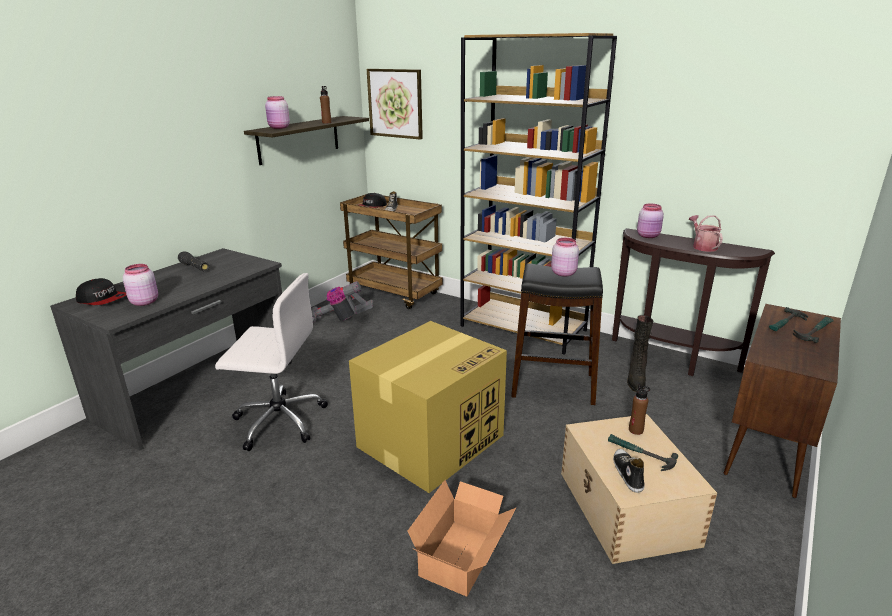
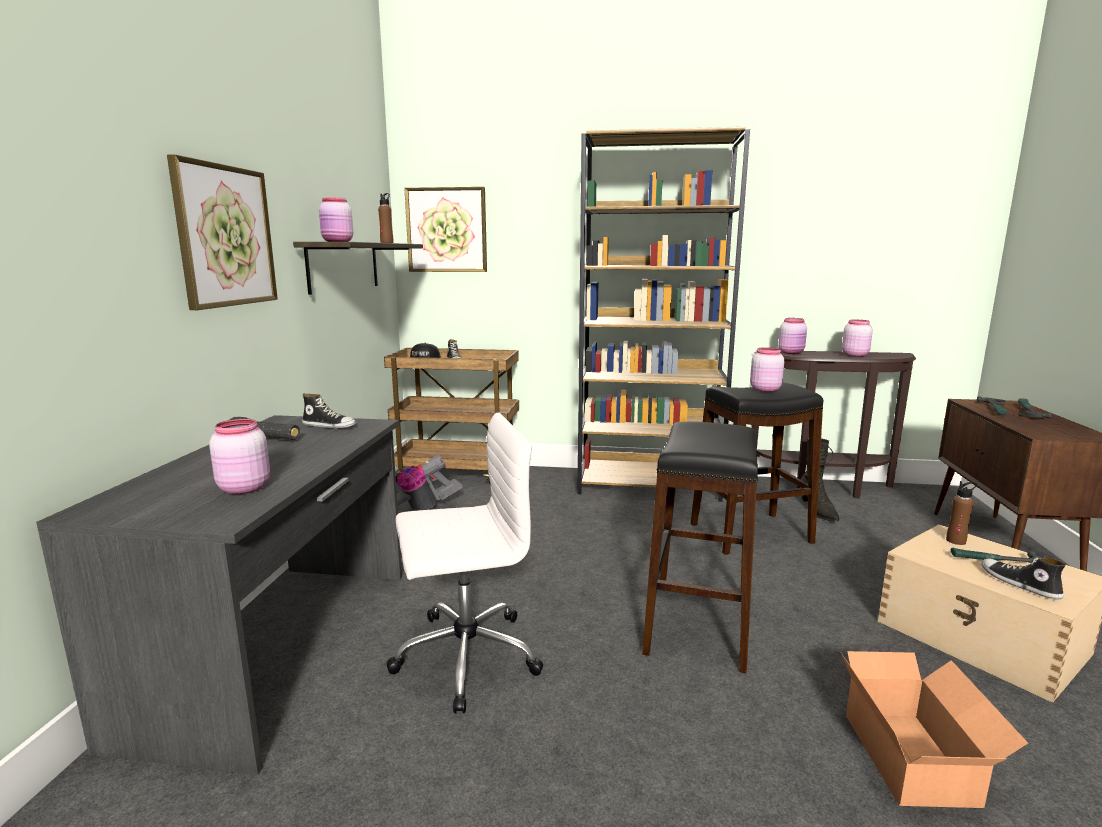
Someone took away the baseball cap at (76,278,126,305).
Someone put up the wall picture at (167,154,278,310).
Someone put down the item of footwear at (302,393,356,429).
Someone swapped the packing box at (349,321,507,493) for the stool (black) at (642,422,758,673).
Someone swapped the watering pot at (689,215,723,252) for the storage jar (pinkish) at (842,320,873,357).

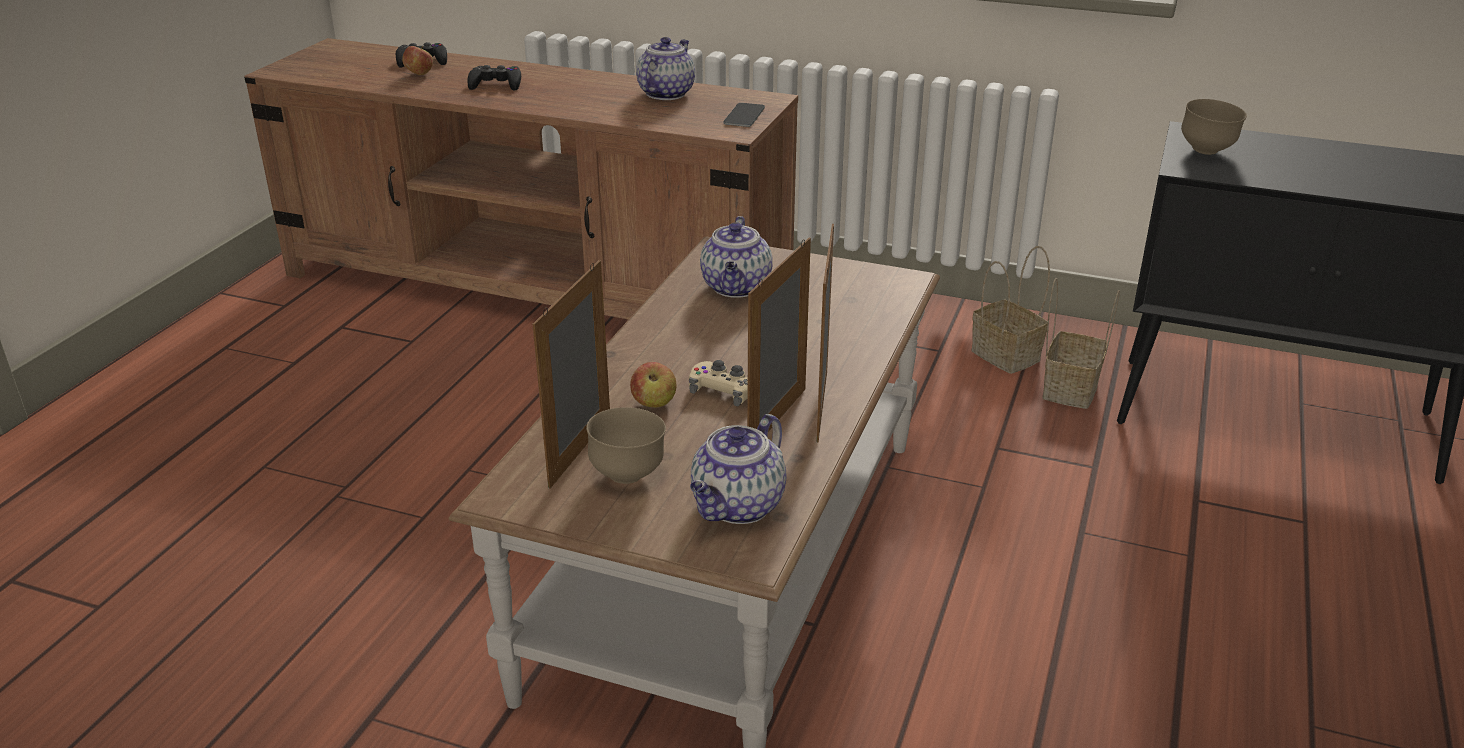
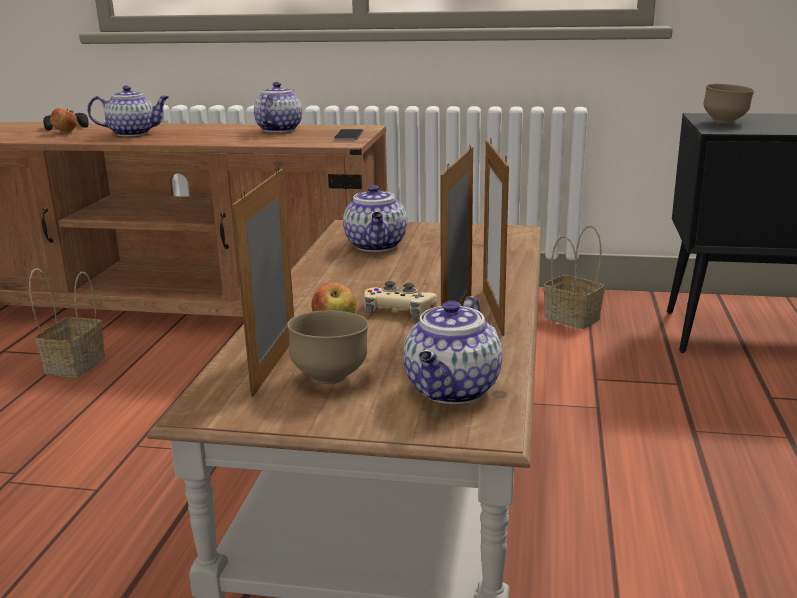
Someone carried the storage basket from (1042,278,1120,409) to (29,268,105,377).
Someone swapped the game controller (black) at (467,65,521,90) for the teapot at (87,86,169,136).

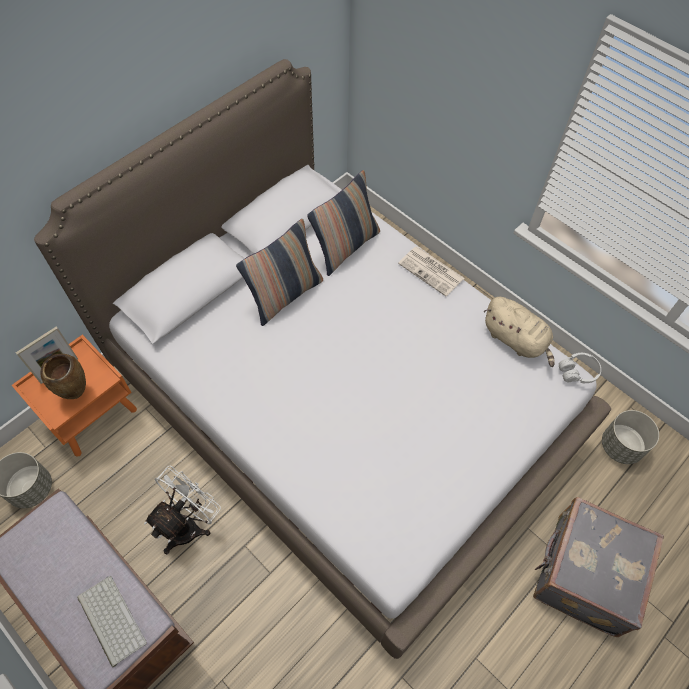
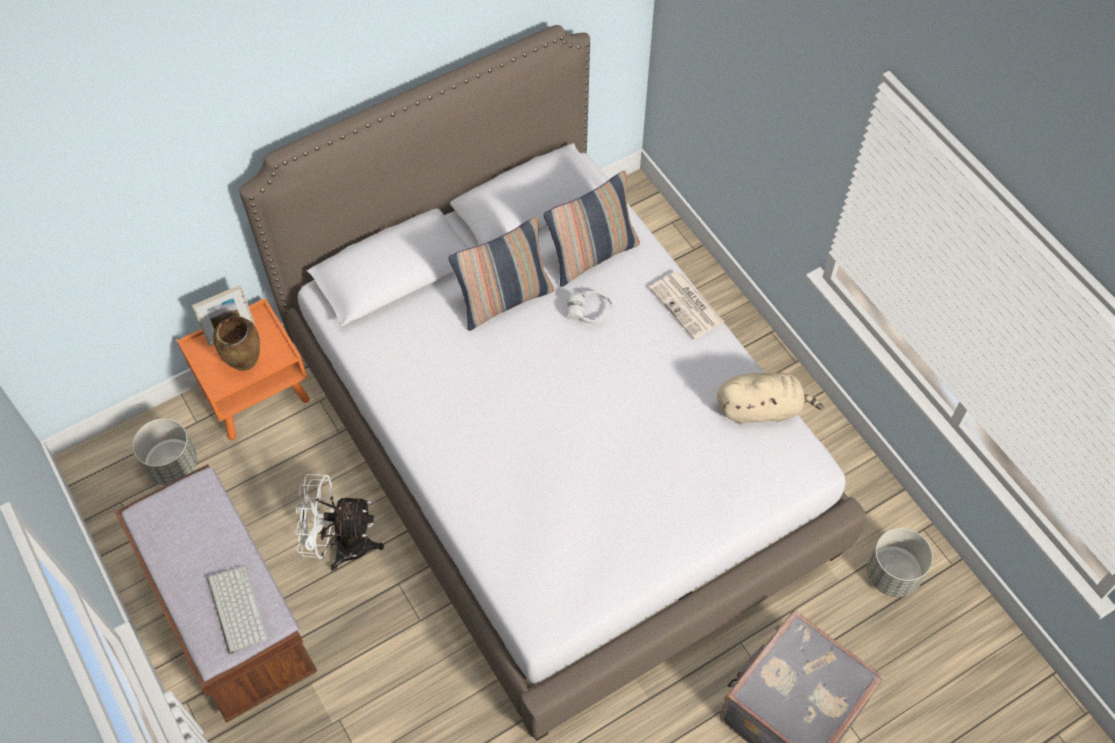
Someone carried the headset (white-coloured) from (559,353,601,383) to (567,291,612,324).
Someone rotated the fan (white-coloured) at (144,465,221,554) by 135 degrees counterclockwise.
Someone rotated the soft toy (sand-coloured) at (484,297,555,367) by 60 degrees counterclockwise.

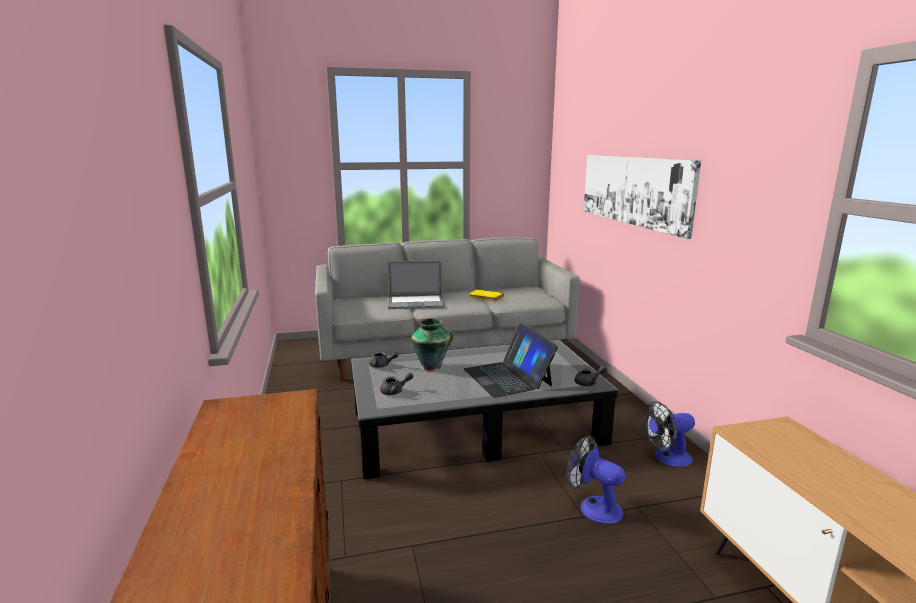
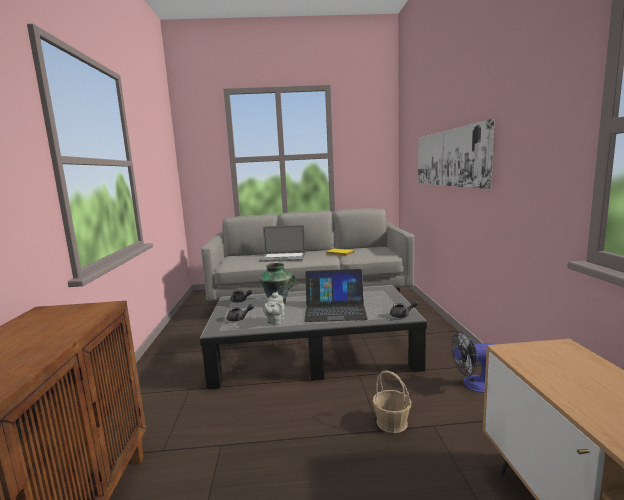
Someone put down the teapot (grey) at (263,291,285,325).
Someone swapped the fan at (567,436,626,524) for the storage basket at (372,370,411,433).
Someone rotated the laptop at (464,324,558,398) by 75 degrees counterclockwise.

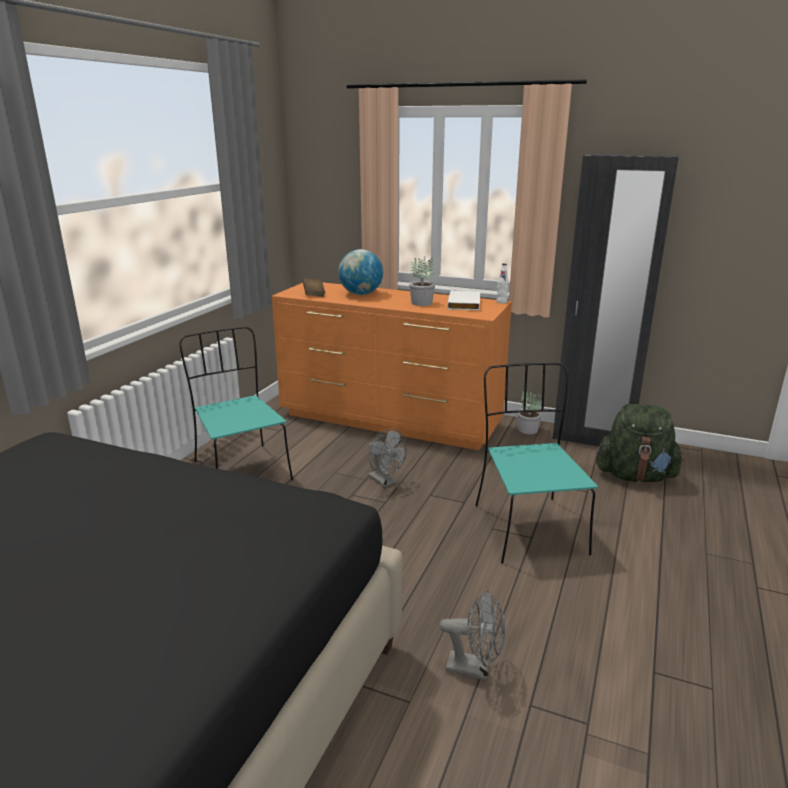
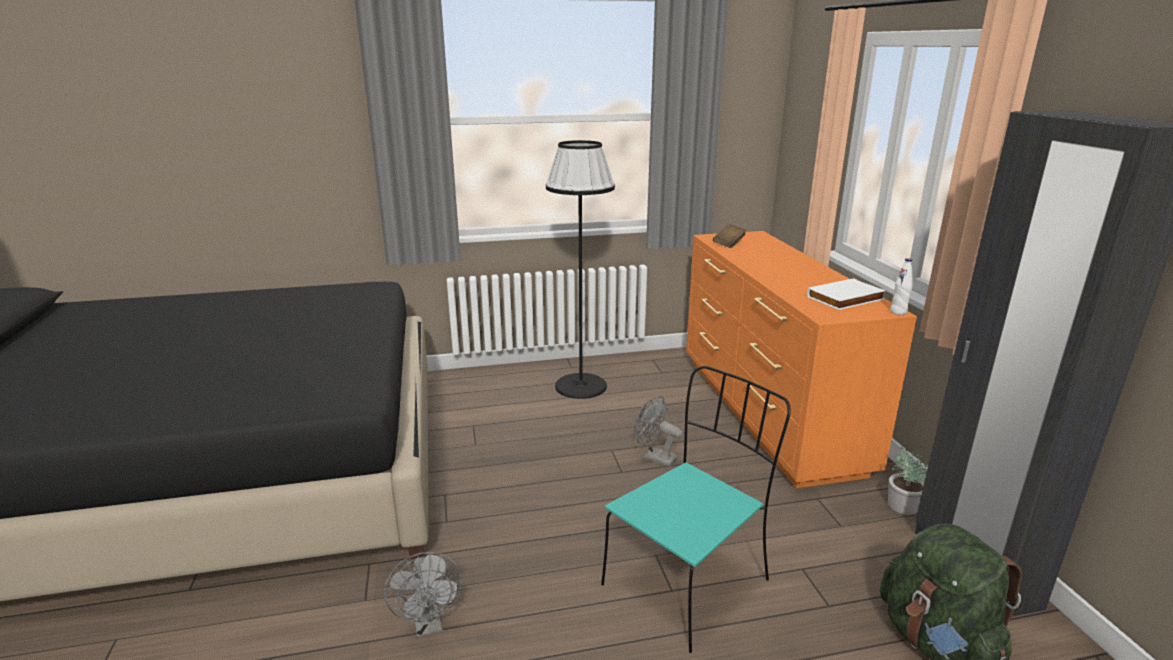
Someone took away the desk globe at (339,249,383,295).
Someone took away the houseplant at (409,256,435,306).
Someone swapped the chair (turquoise) at (179,327,293,480) for the floor lamp (black) at (546,140,615,399).
Someone rotated the fan (grey) at (368,429,407,487) by 105 degrees clockwise.

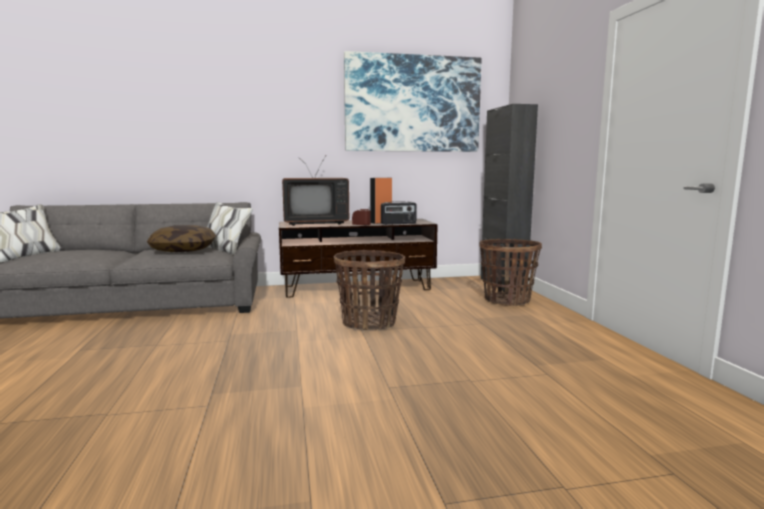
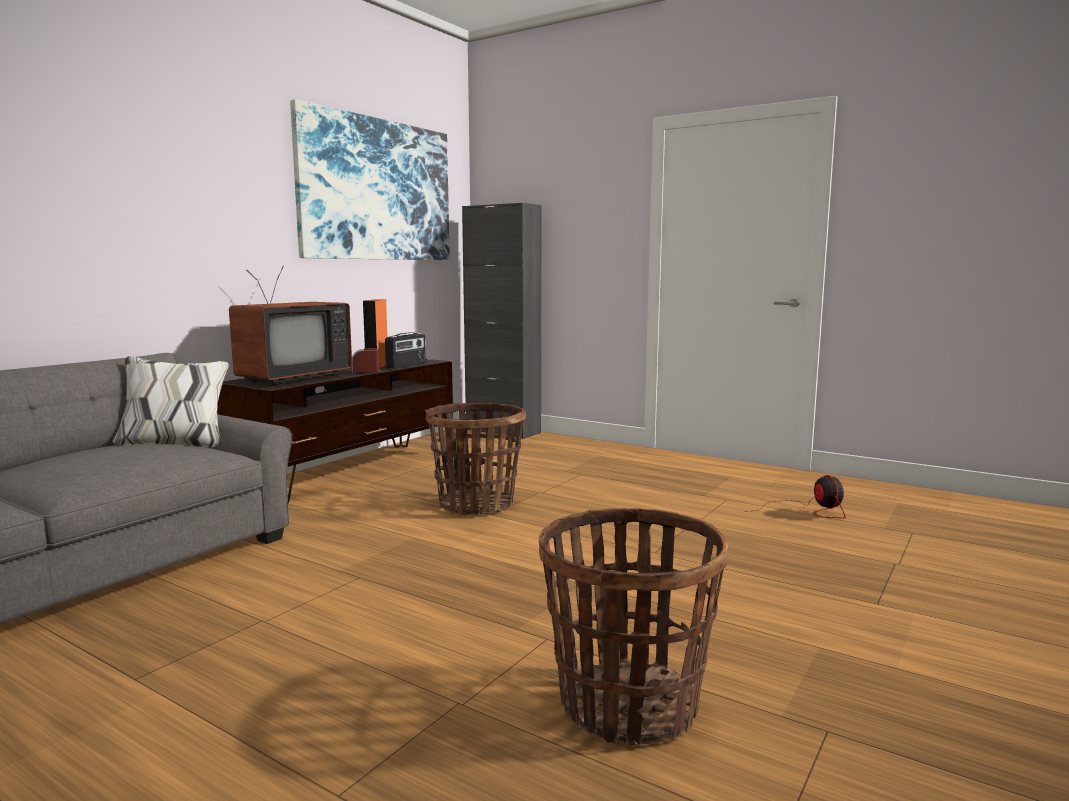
Someone took away the throw pillow at (147,225,216,252).
Someone put down the fan at (755,475,846,518).
Someone carried the storage basket from (479,239,542,306) to (539,508,728,745).

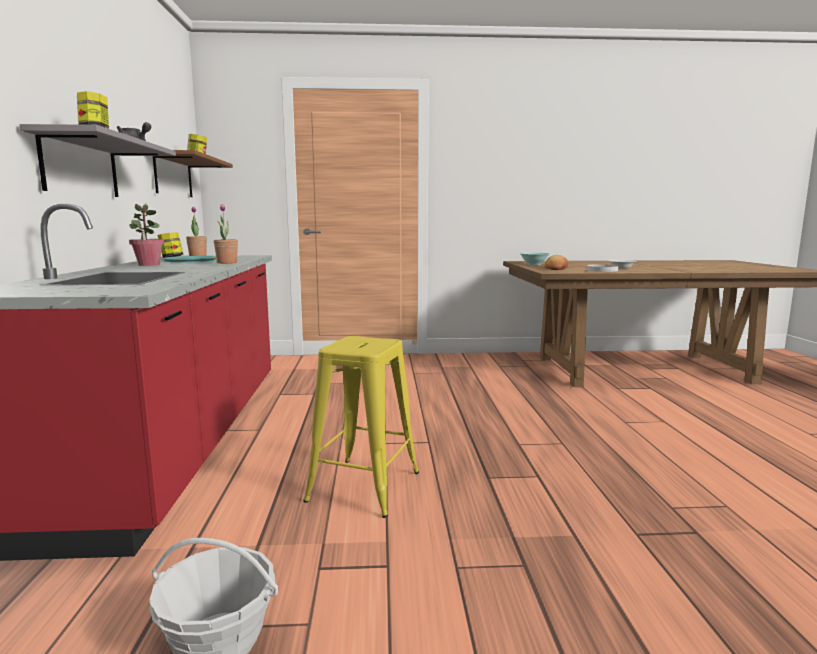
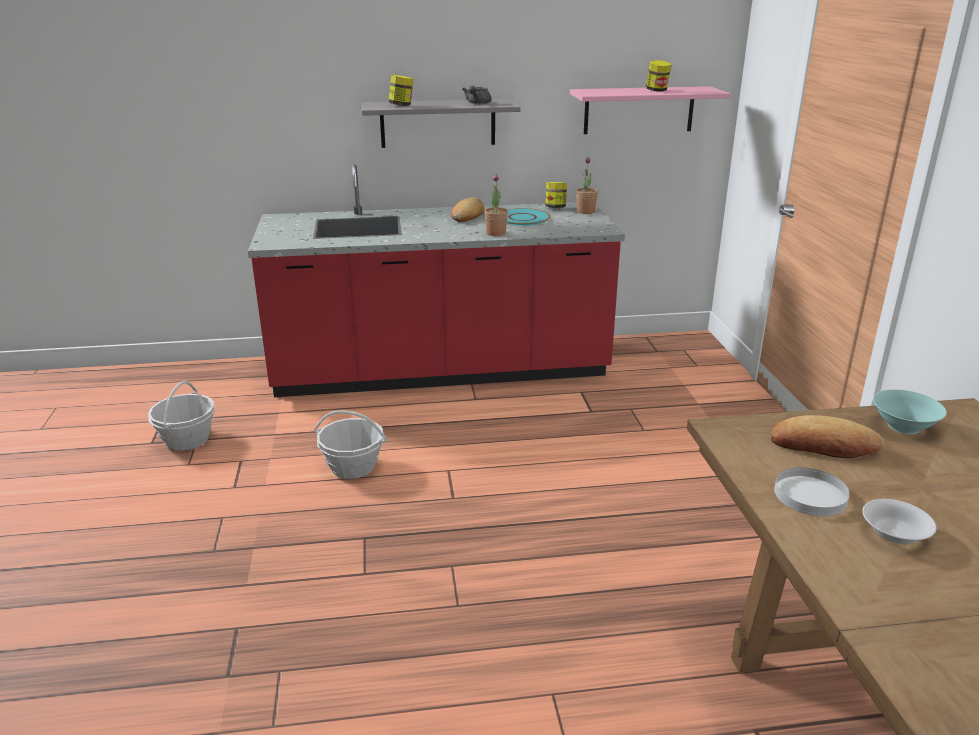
Someone swapped the houseplant at (129,204,165,266) for the baked bread at (451,198,484,222).
Someone swapped the stool (yellow) at (303,336,419,518) for the storage basket at (314,410,387,479).
Someone repainted the wall shelf (brown-coloured) at (153,150,233,197), which became the wall shelf (pinkish) at (570,86,731,134).

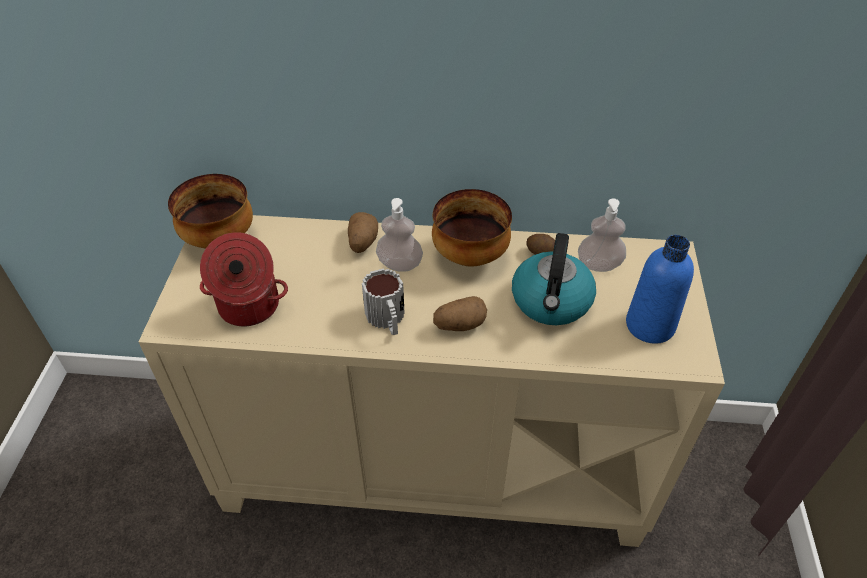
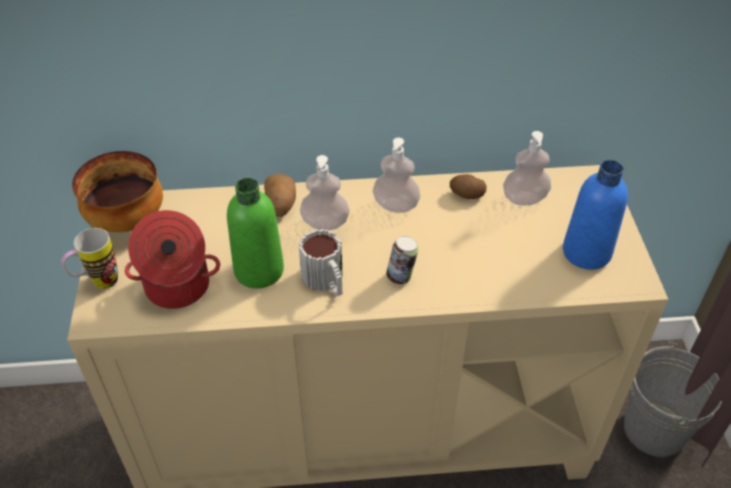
Someone took away the kettle at (512,233,596,325).
Someone put down the coffee mug at (61,228,118,289).
Someone put down the drink bottle (green-coloured) at (227,178,284,288).
Someone put down the water bucket (grey) at (624,341,722,457).
Someone swapped the deep dish at (432,189,512,267) for the liquid soap bottle at (373,138,421,213).
Someone swapped the whole potato at (433,296,487,331) for the can at (386,236,418,284).

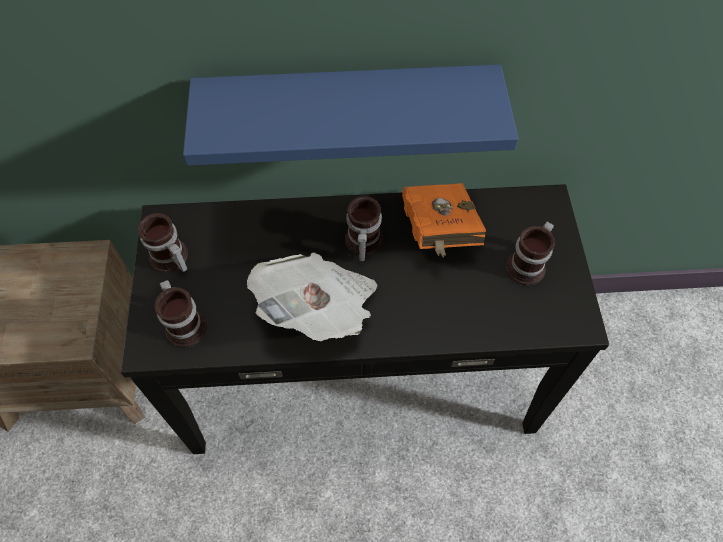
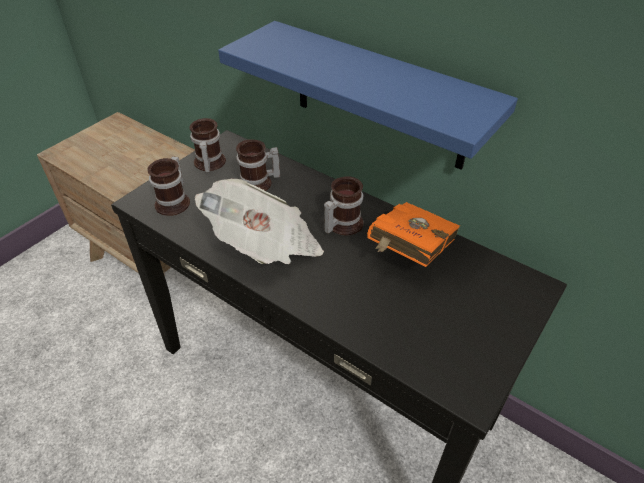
Someone carried the coffee mug from (506,221,555,285) to (236,139,280,191).

